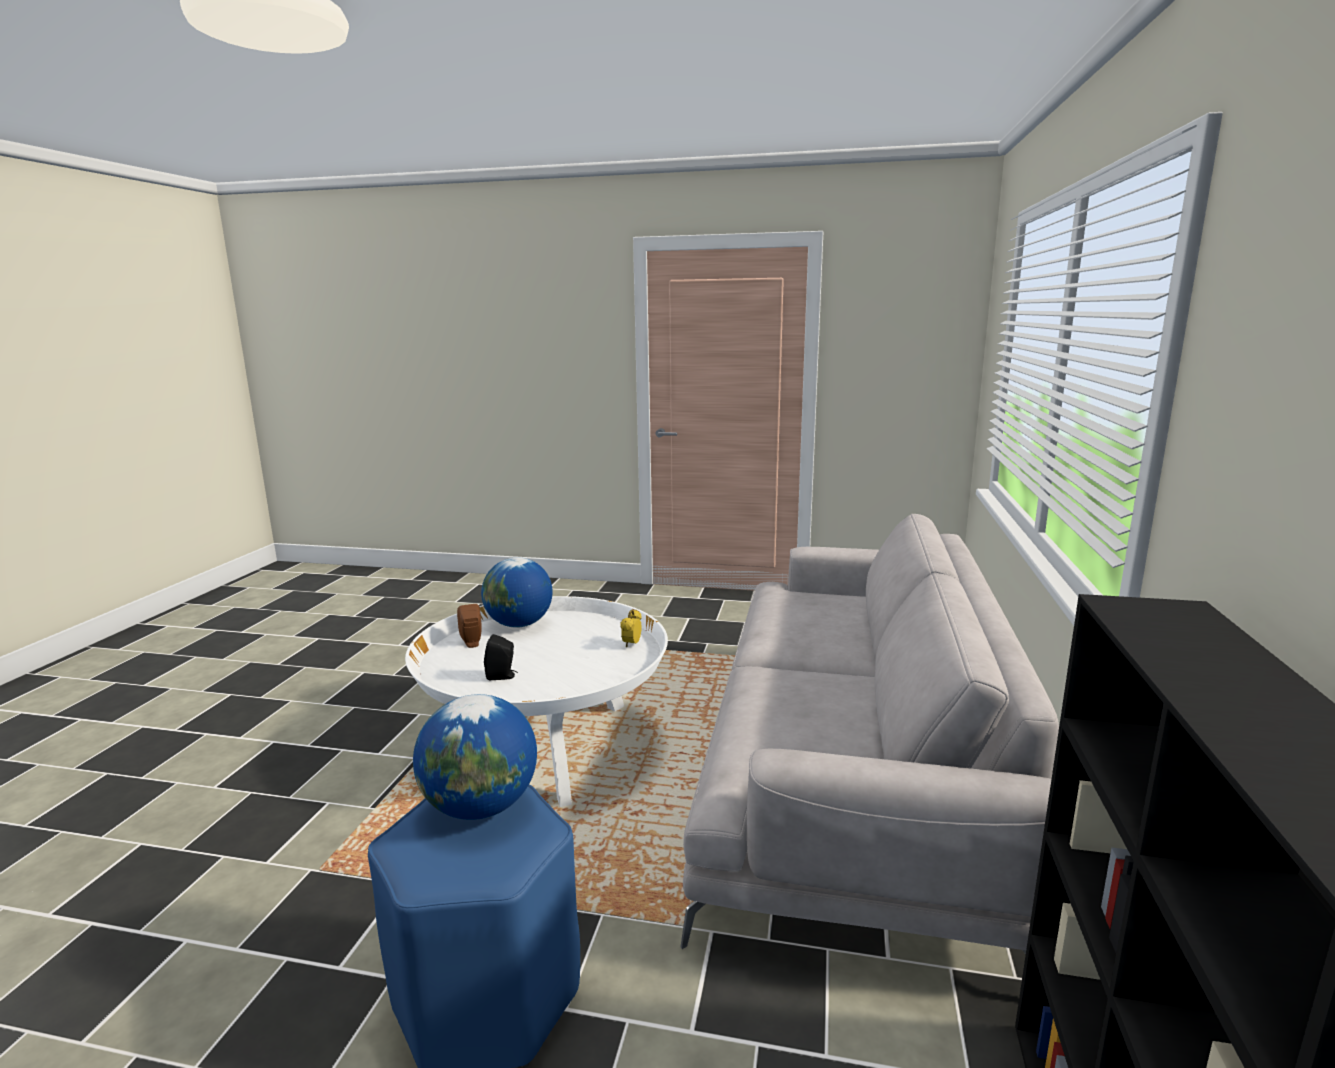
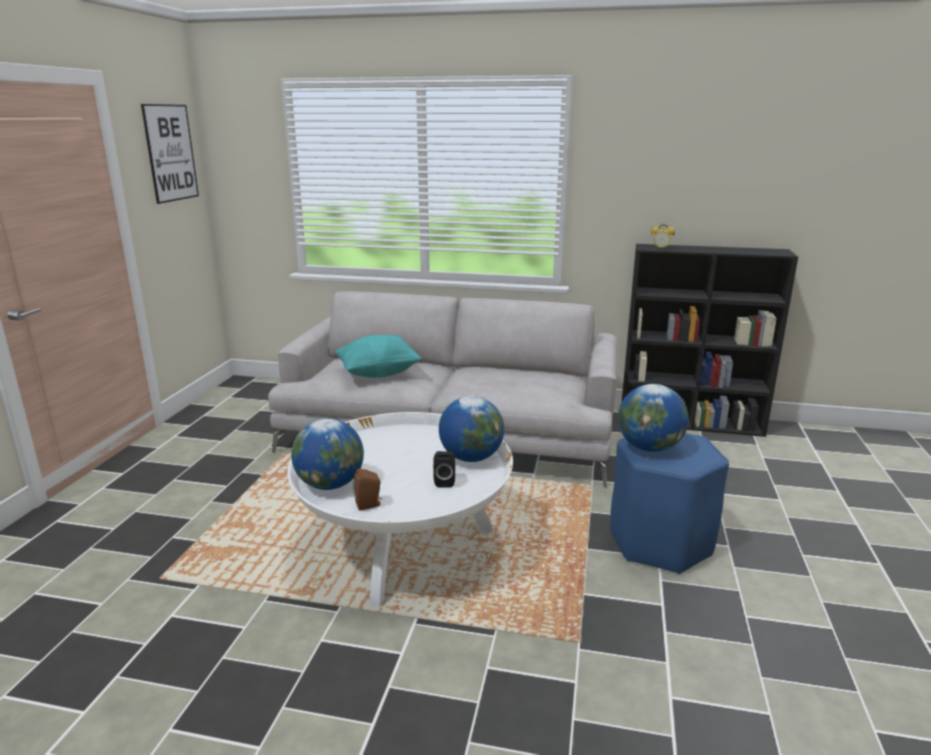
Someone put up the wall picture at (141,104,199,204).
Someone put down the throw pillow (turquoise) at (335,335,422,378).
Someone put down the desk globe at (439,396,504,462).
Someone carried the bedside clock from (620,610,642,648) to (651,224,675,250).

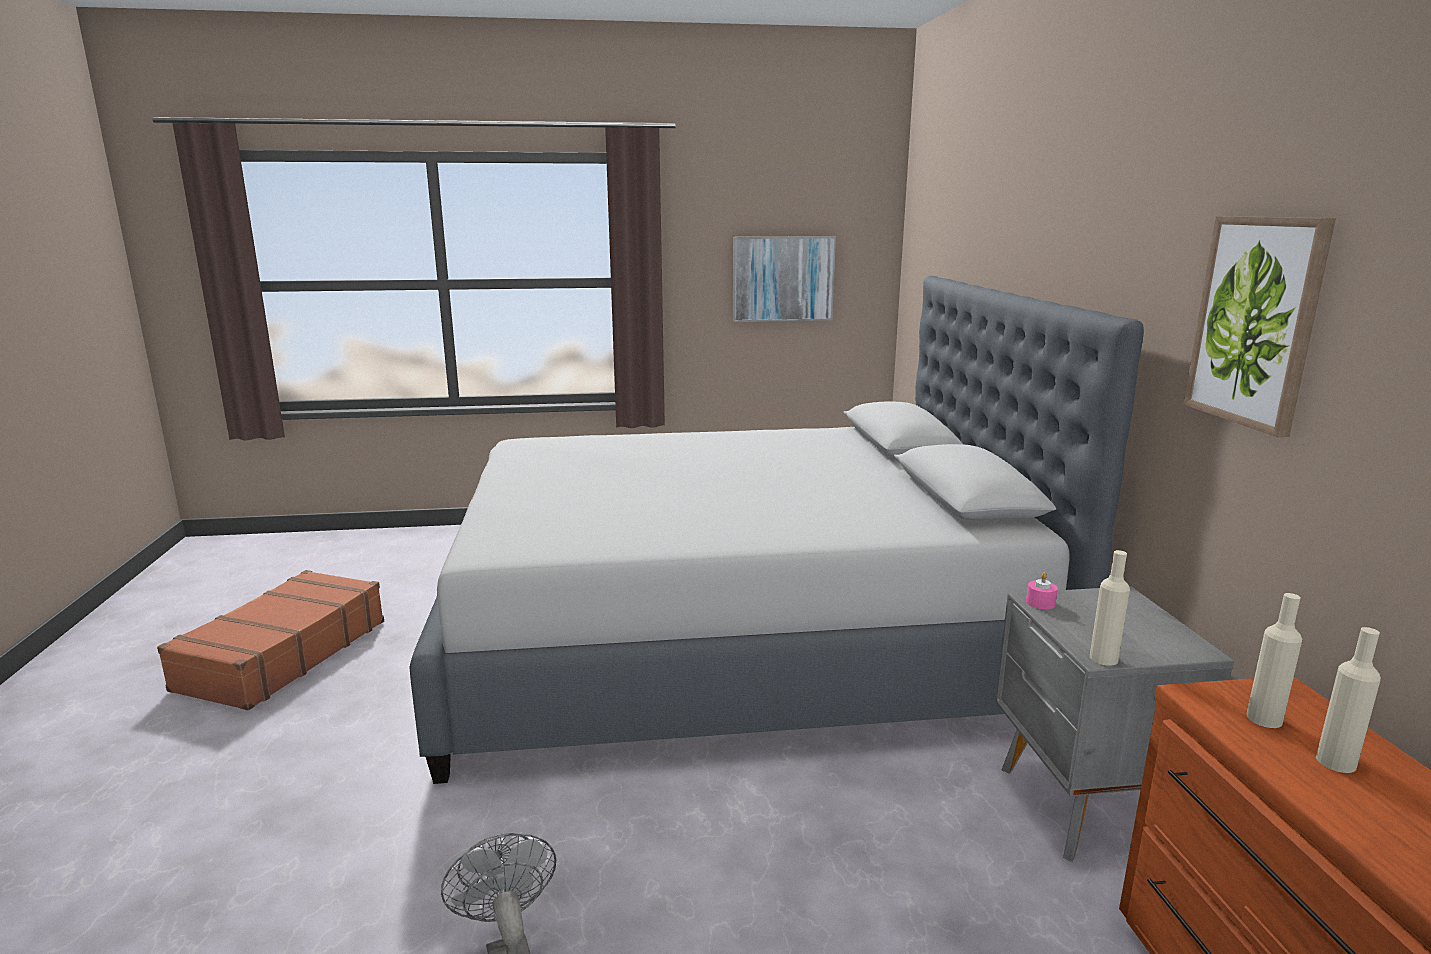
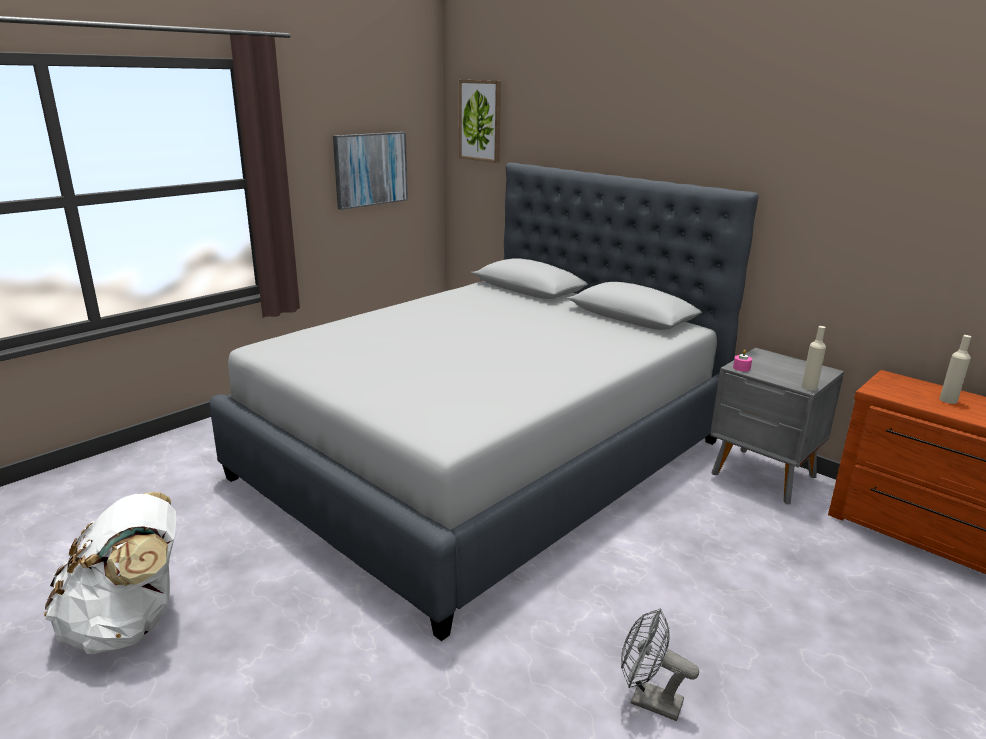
Someone took away the drink bottle (sand-coloured) at (1246,593,1303,728).
Someone carried the wall picture from (1183,216,1336,437) to (459,80,501,163).
Someone swapped the piece of luggage (brown-coloured) at (157,570,384,710) for the backpack (white-coloured) at (44,492,176,654).

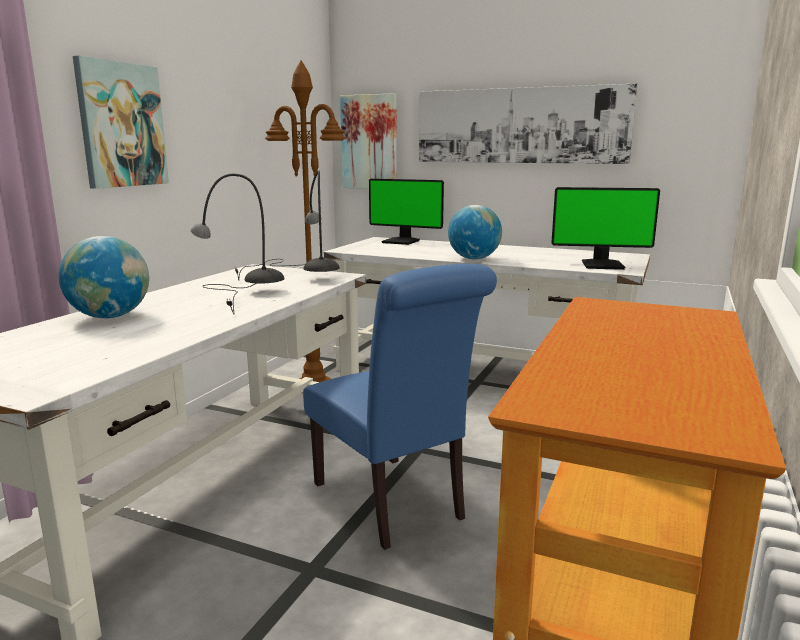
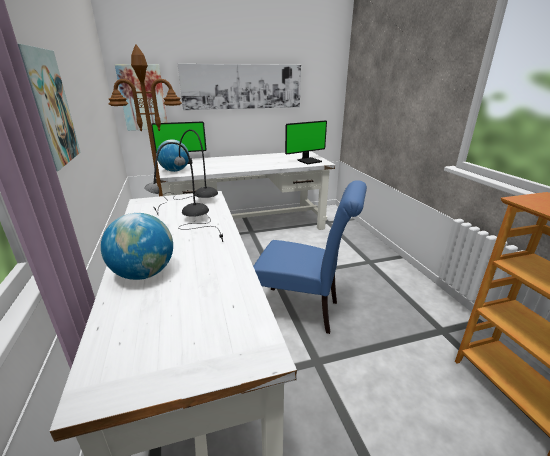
Someone carried the desk globe from (448,205,502,259) to (157,139,189,172).

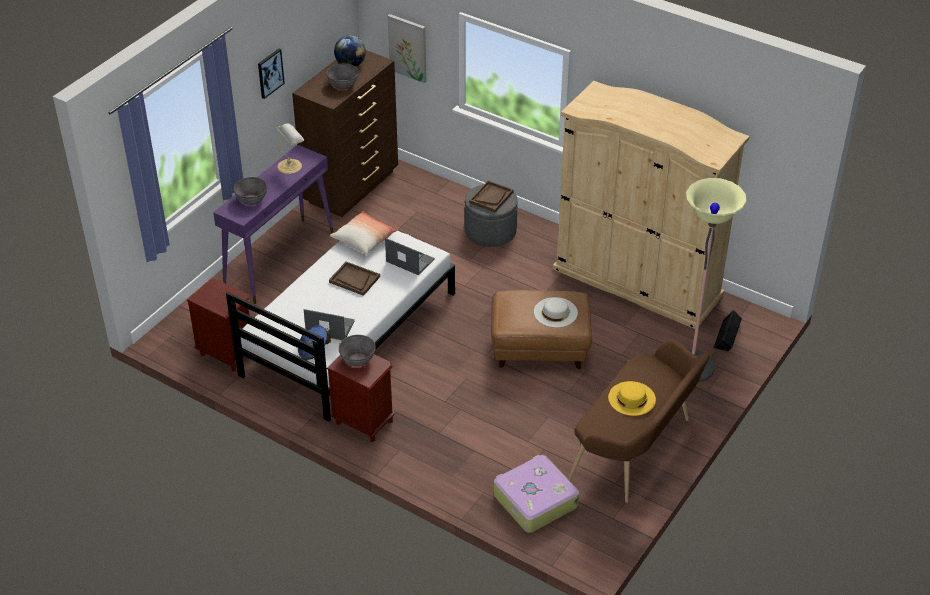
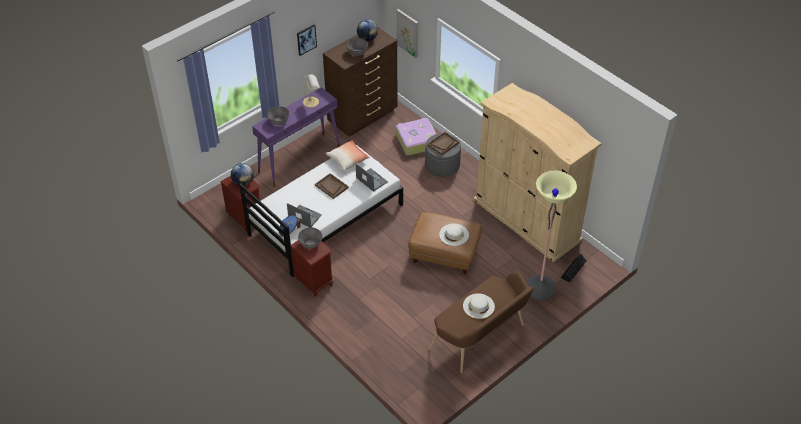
Someone put down the desk globe at (231,163,254,186).
Someone carried the piece of luggage from (494,455,579,533) to (396,118,436,155).
Someone repainted the clothing hat (yellow) at (608,381,656,416), which became the clothing hat (white-coloured) at (463,293,495,319).

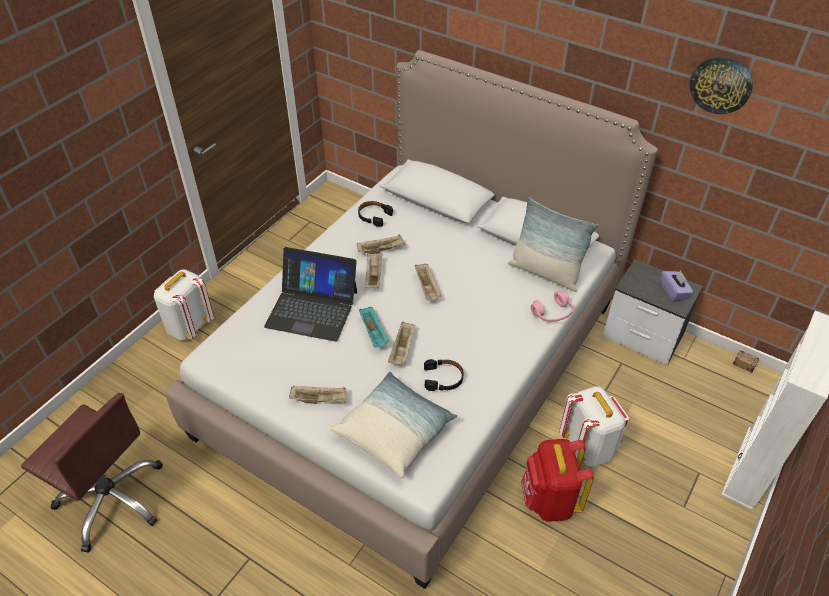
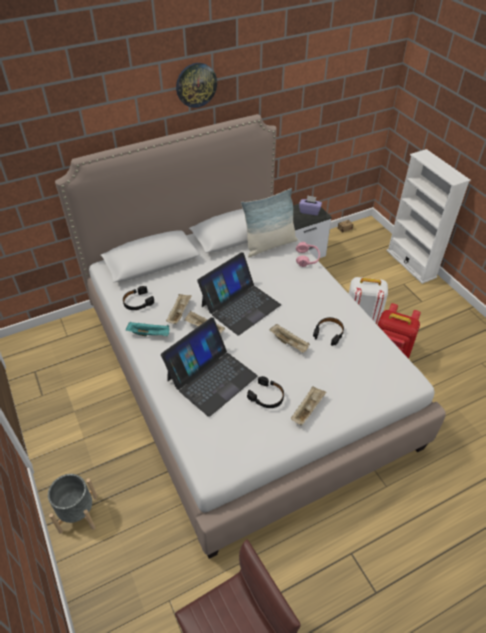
Someone took away the throw pillow at (330,372,457,478).
Someone put down the headset (black) at (247,376,284,408).
Someone carried the carrying tray (turquoise) from (359,307,389,348) to (126,322,169,336).
Someone carried the wall clock from (689,56,752,114) to (176,63,217,108).
Someone swapped the backpack (white-coloured) at (154,269,214,341) for the plant pot (grey) at (48,474,98,533).
Someone swapped the carrying tray (sand-coloured) at (415,263,441,301) for the laptop at (197,252,281,336).

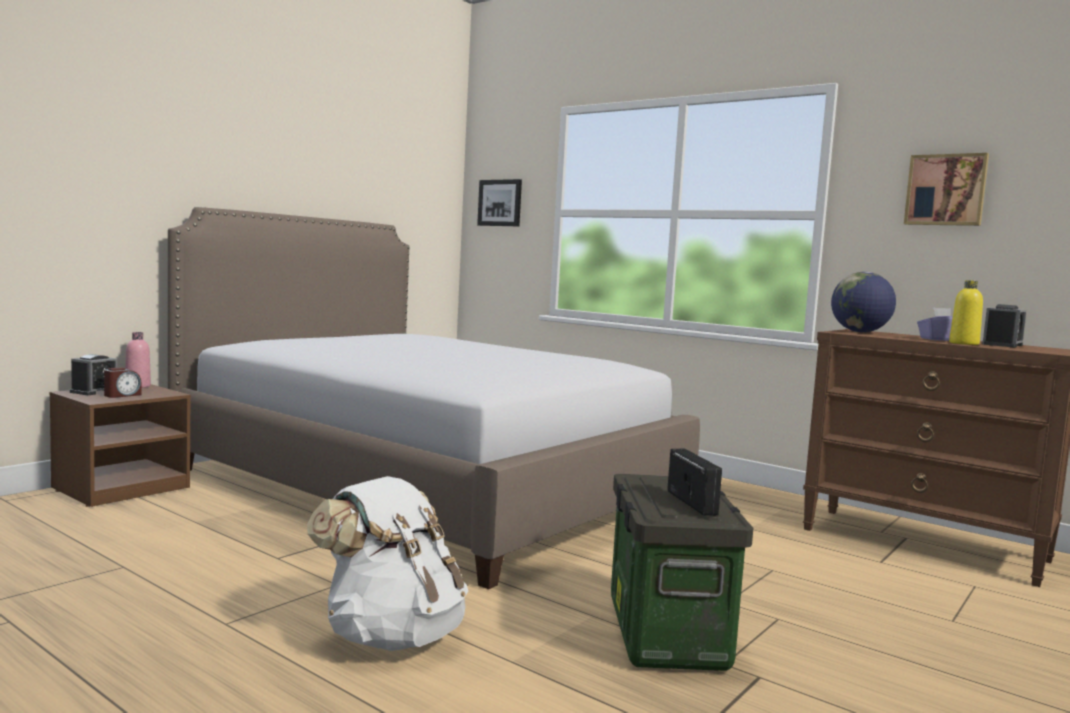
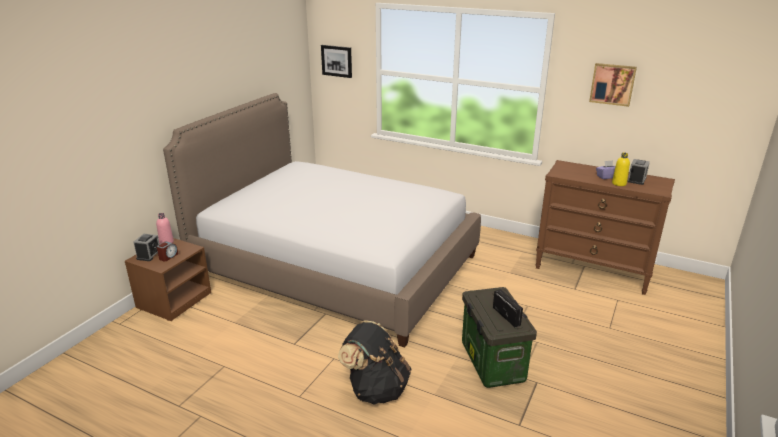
Someone took away the desk globe at (831,272,896,332).
Someone repainted the backpack (white-coloured) at (307,476,468,651), which became the backpack (black) at (338,321,411,405).

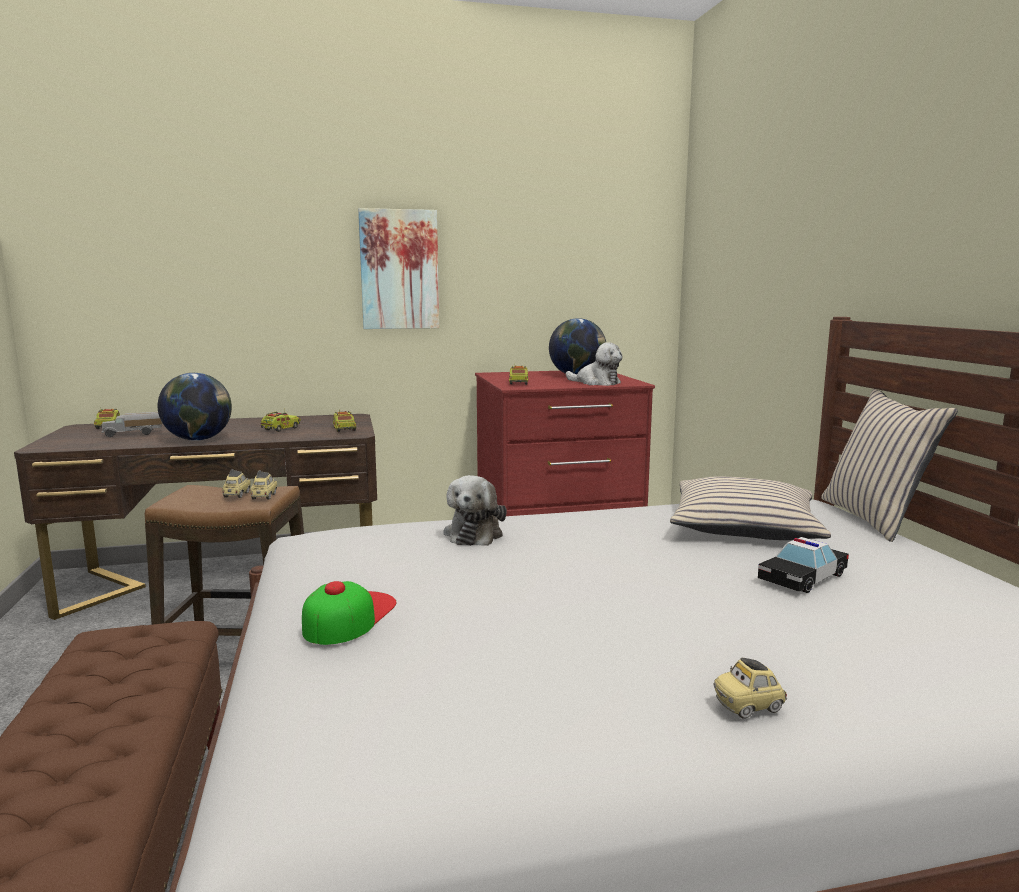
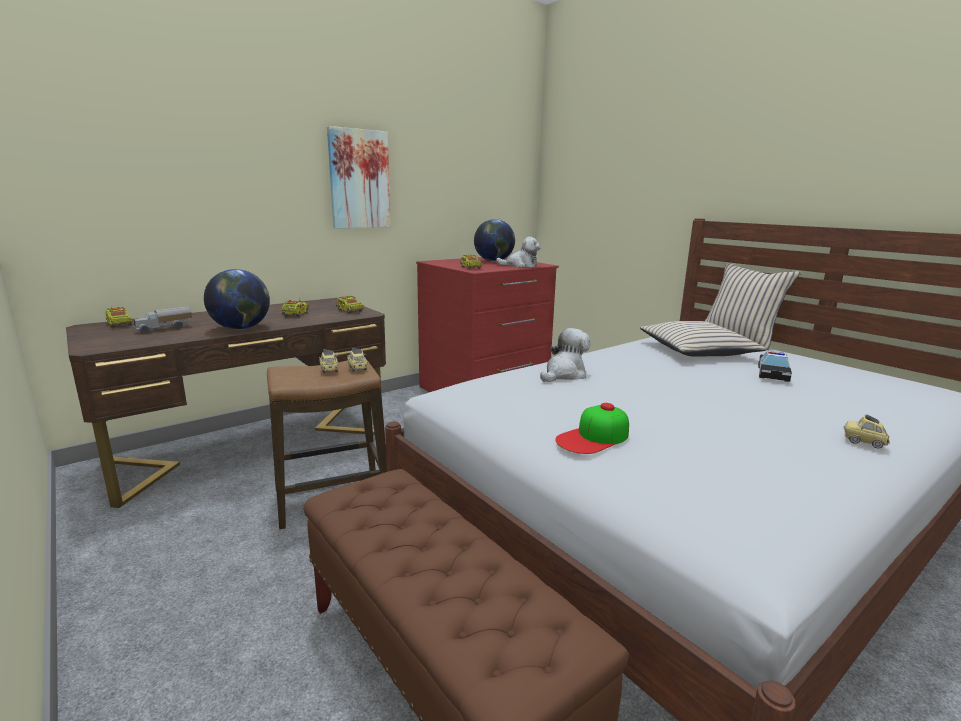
Someone rotated the baseball cap at (302,581,396,645) by 120 degrees counterclockwise.
Someone rotated the soft toy at (444,475,507,546) by 120 degrees counterclockwise.
Someone rotated the model car at (714,658,787,719) by 75 degrees clockwise.

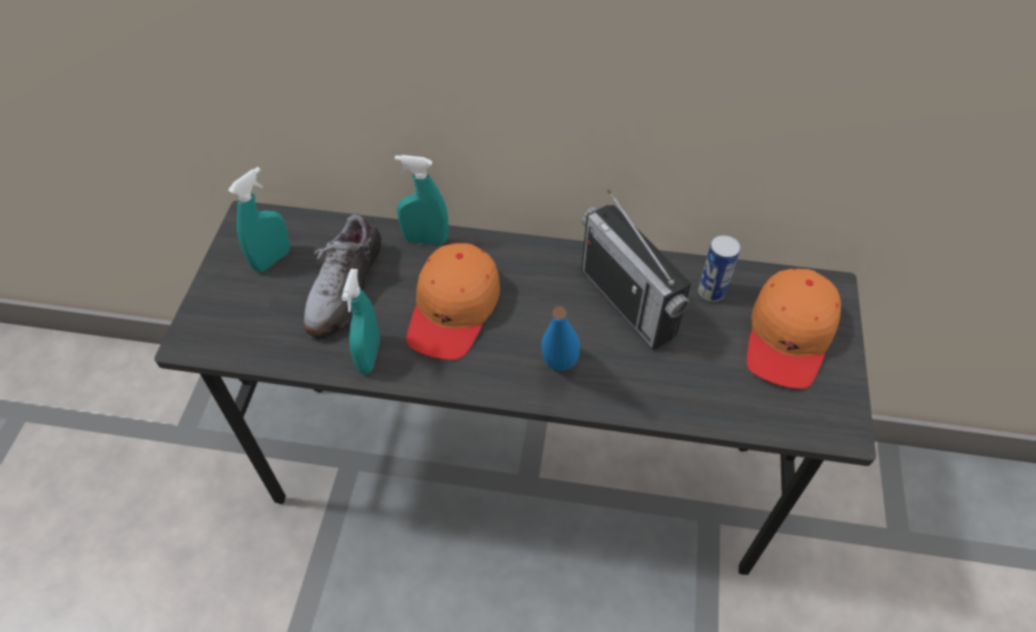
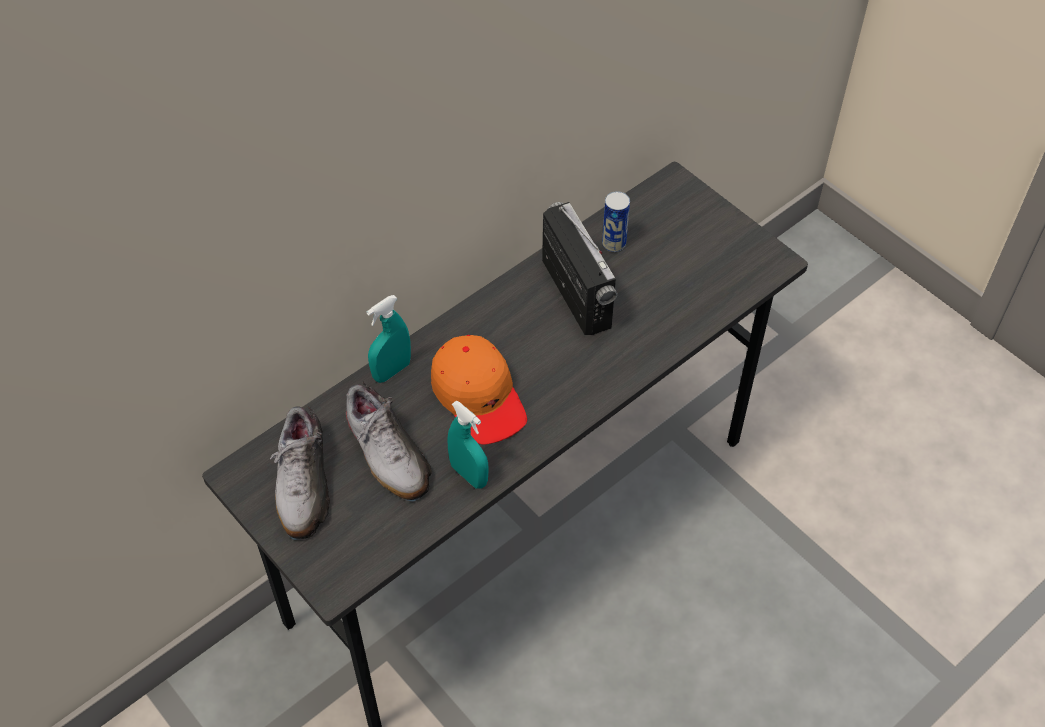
Someone took away the drink bottle (blue) at (541,306,580,371).
Someone took away the baseball cap (orange) at (747,268,841,389).
Someone swapped the sprayer (turquoise) at (228,167,290,272) for the item of footwear at (270,406,330,540).
Someone rotated the radio receiver at (581,190,691,351) by 120 degrees counterclockwise.

